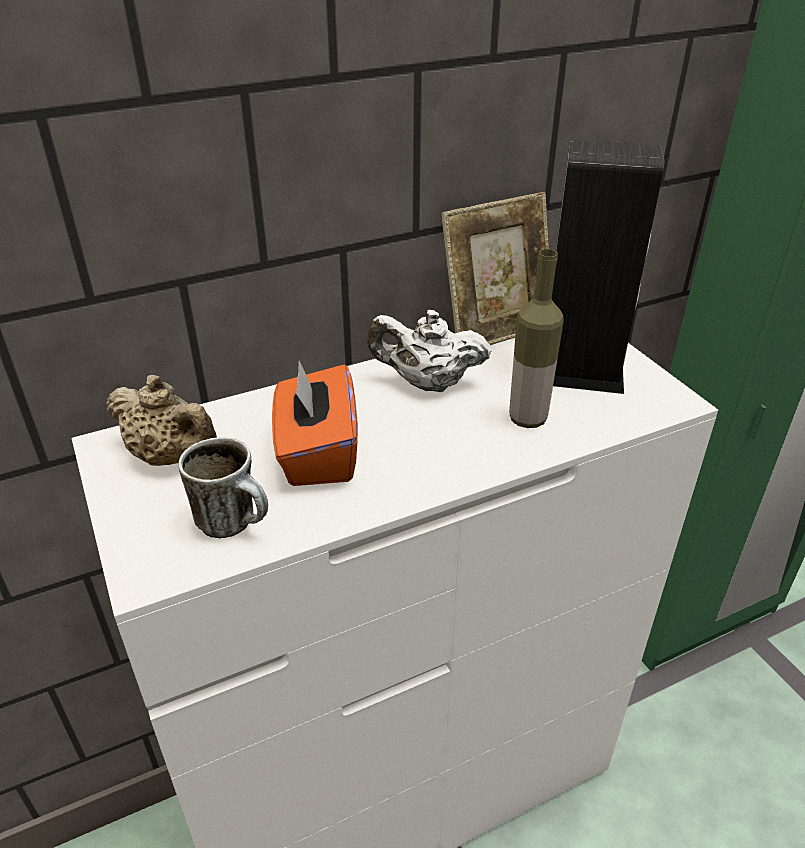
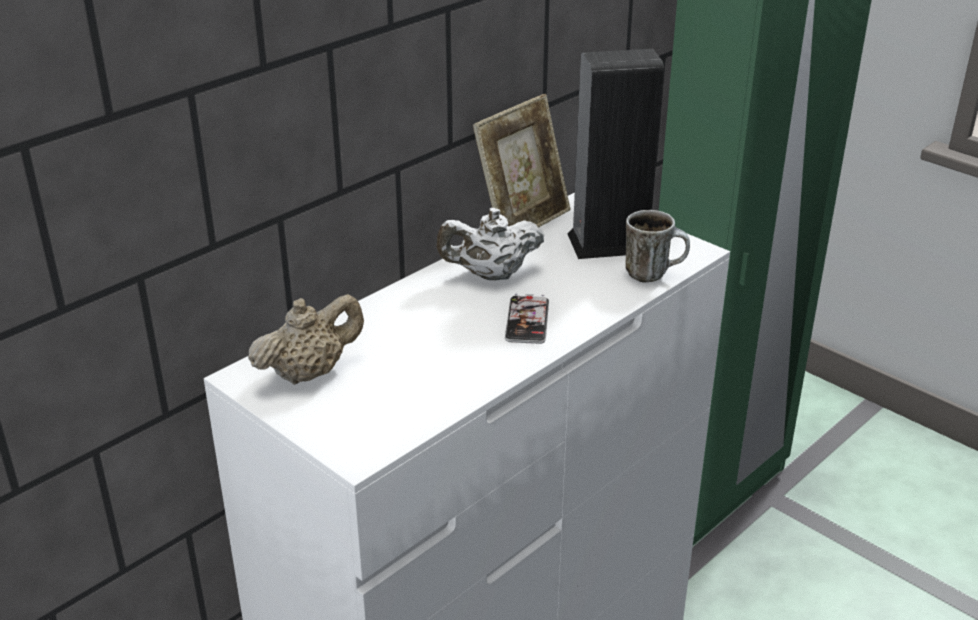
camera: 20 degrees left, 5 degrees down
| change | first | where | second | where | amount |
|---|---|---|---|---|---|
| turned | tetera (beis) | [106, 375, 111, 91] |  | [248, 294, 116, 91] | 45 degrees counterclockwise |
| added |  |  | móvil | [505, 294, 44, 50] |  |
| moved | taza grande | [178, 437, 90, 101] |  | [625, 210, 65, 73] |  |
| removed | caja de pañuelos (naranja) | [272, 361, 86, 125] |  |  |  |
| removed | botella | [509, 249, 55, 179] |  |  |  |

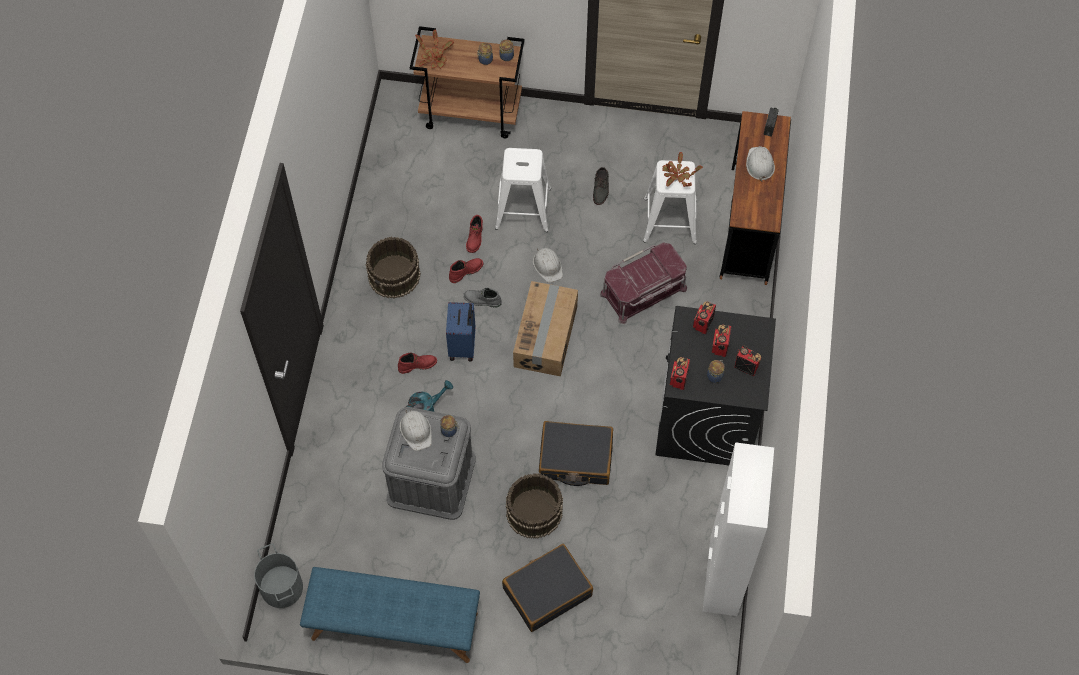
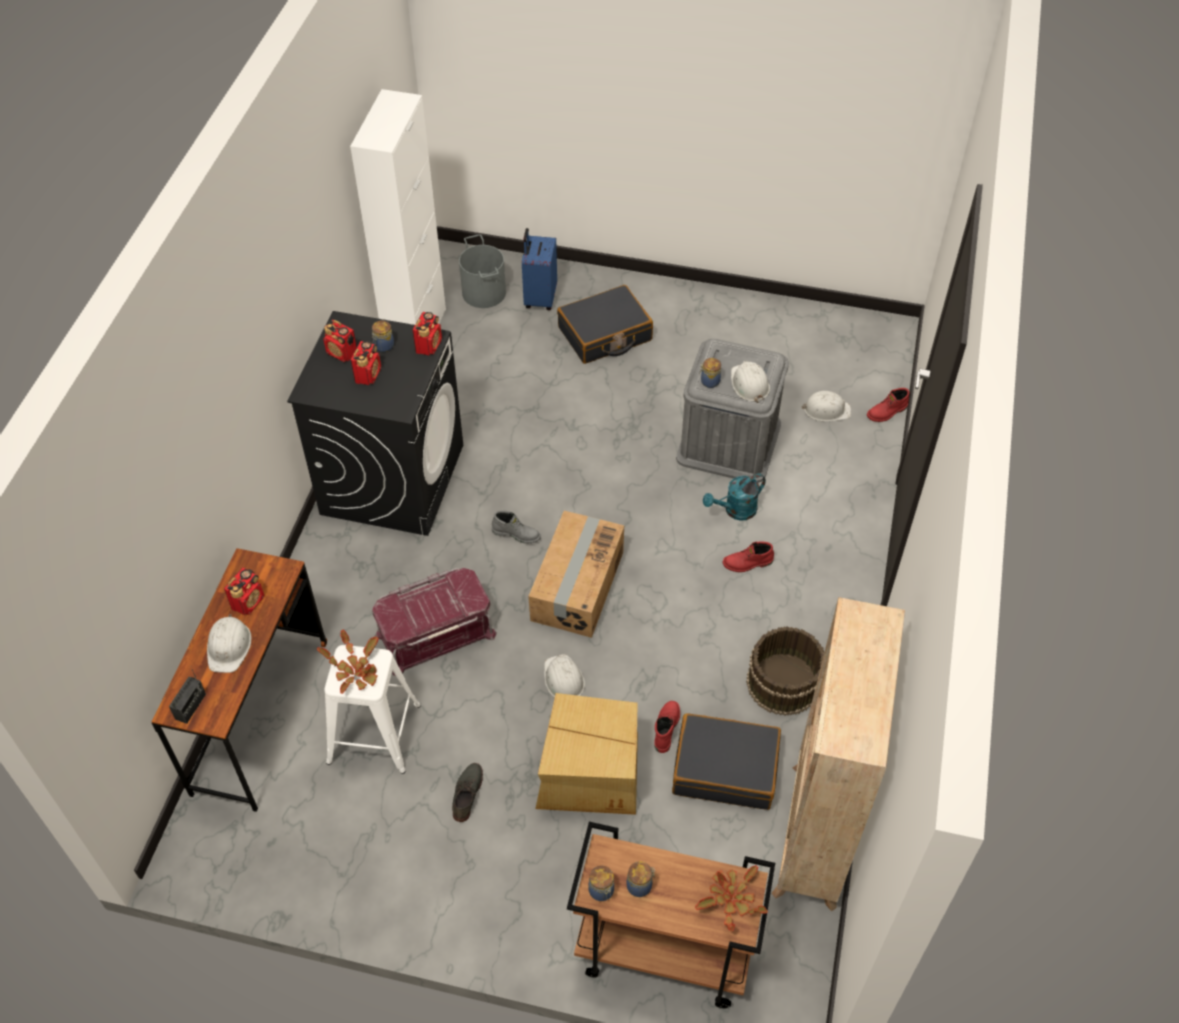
camera: 175 degrees left, 10 degrees down
| change | first | where | second | where | amount |
|---|---|---|---|---|---|
| moved | radio | [693, 302, 23, 32] |  | [224, 568, 40, 47] |  |
| moved | cubo (gris) | [254, 543, 49, 65] |  | [459, 234, 47, 74] |  |
| moved | bota (gris) | [463, 287, 39, 21] |  | [492, 510, 49, 34] |  |
| moved | maleta (azul) | [446, 302, 30, 59] |  | [522, 228, 35, 82] |  |
| replaced | taburete (blanco) | [495, 148, 56, 84] | caja de cartón | [535, 693, 103, 122] |  |
| moved | maleta (negro) | [539, 421, 74, 65] |  | [672, 713, 109, 97] |  |
| added |  |  | estantería (beis) | [772, 597, 133, 314] |  |
| added |  |  | casco (blanco) | [802, 391, 49, 31] |  |
| moved | bota (rojo) | [449, 258, 34, 25] |  | [867, 388, 42, 34] |  |
| removed | banco (azul) | [300, 567, 180, 96] |  |  |  |
| removed | cubo (marrón) | [506, 474, 57, 64] |  |  |  |

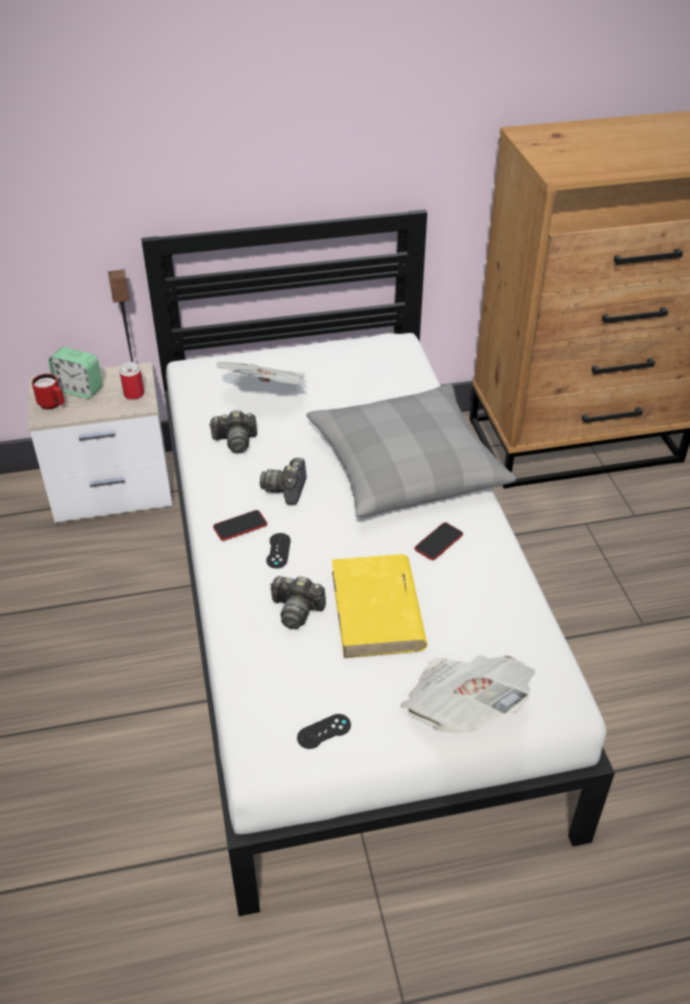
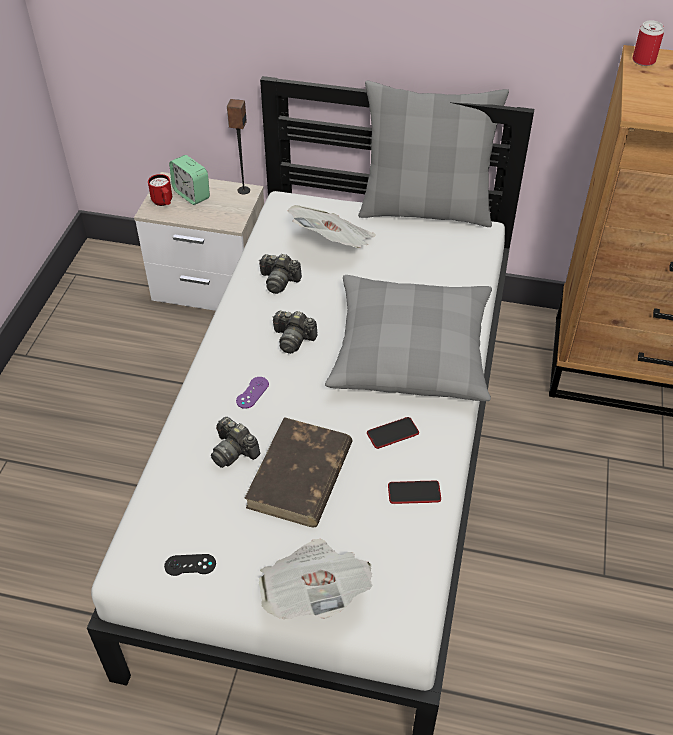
camera: 25 degrees right, 5 degrees up
| change | first | where | second | where | amount |
|---|---|---|---|---|---|
| recoloured | mando de consola (negro) | [266, 533, 25, 35] | mando de consola (morado) | [236, 377, 33, 32] |  |
| recoloured | libro (amarillo) | [332, 554, 95, 104] | libro (marrón) | [244, 417, 109, 110] |  |
| turned | cámara | [260, 458, 47, 47] |  | [273, 311, 45, 43] | 105 degrees counterclockwise |
| added |  |  | cojín (gris) | [358, 80, 151, 147] |  |
| moved | móvil | [213, 510, 54, 31] |  | [388, 481, 53, 23] |  |
| moved | lata | [119, 362, 25, 38] |  | [632, 21, 32, 45] |  |

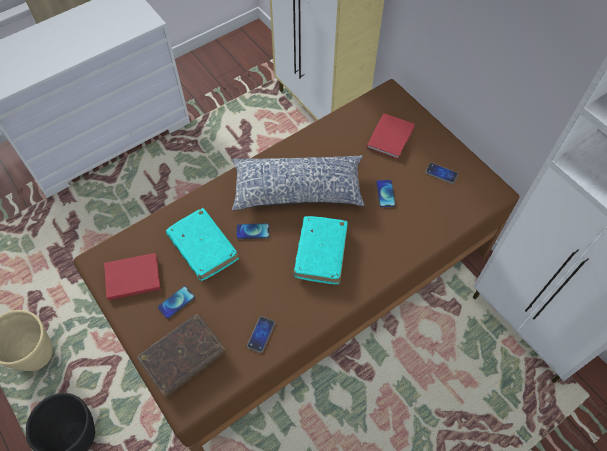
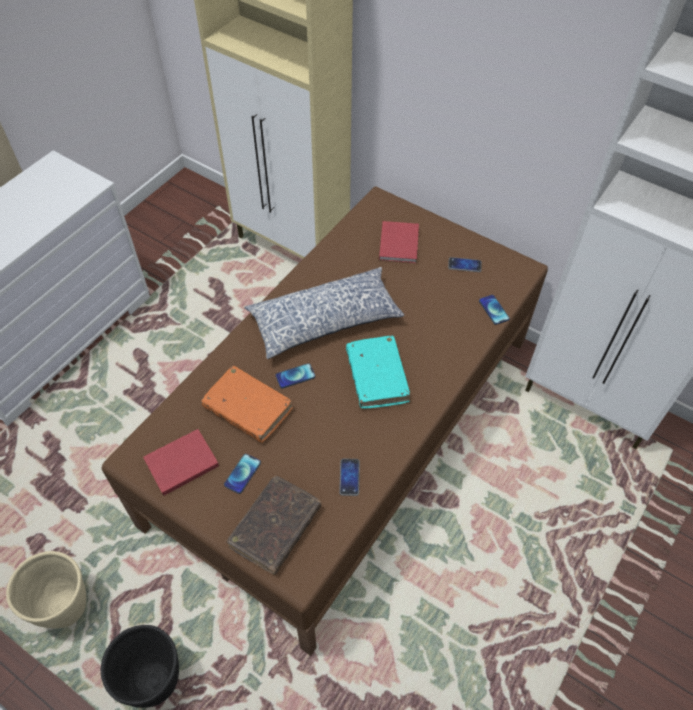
camera: 20 degrees left, 5 degrees down
| change | first | where | second | where | amount |
|---|---|---|---|---|---|
| recoloured | libro (turquesa) | [166, 208, 73, 73] | libro (naranja) | [201, 366, 92, 77] |  |
| moved | móvil | [376, 180, 19, 27] |  | [479, 295, 31, 30] |  |

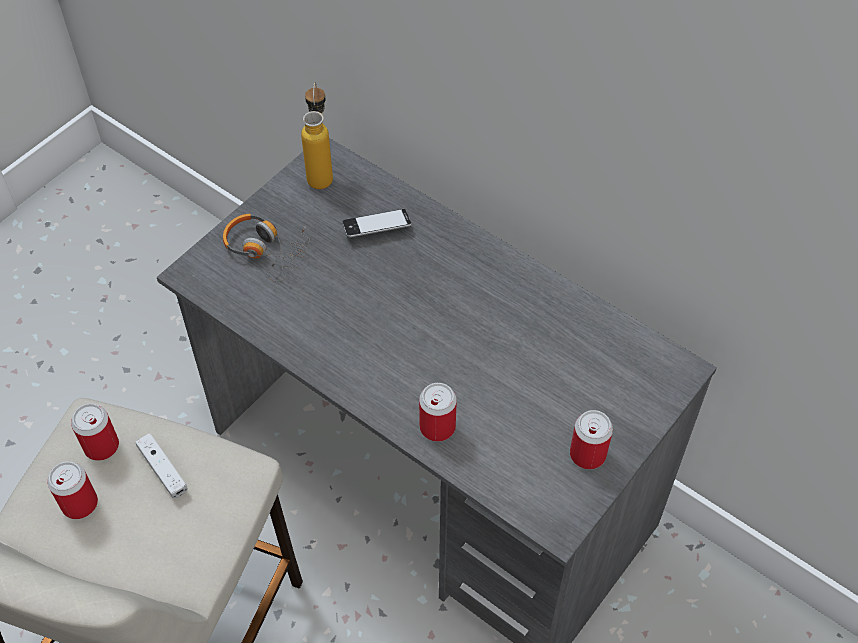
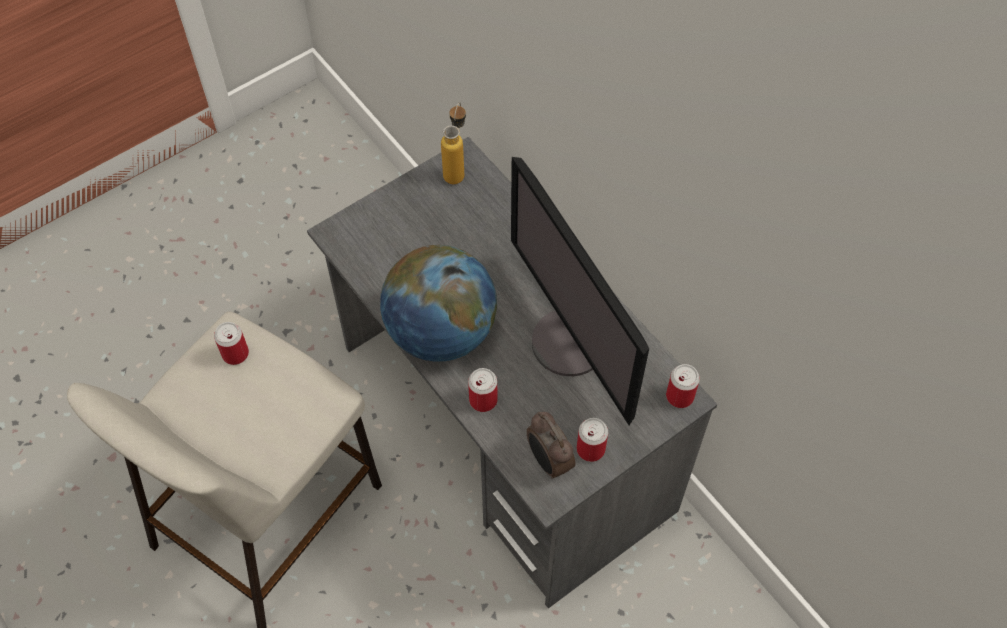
camera: 15 degrees right, 5 degrees up
| change | first | where | second | where | amount |
|---|---|---|---|---|---|
| added |  |  | globo terráqueo | [380, 245, 117, 117] |  |
| added |  |  | monitor | [511, 157, 138, 268] |  |
| added |  |  | despertador | [527, 412, 49, 67] |  |
| moved | lata | [47, 461, 51, 58] |  | [666, 364, 34, 44] |  |
| removed | mando de consola (blanco) | [135, 433, 53, 65] |  |  |  |
| removed | auriculares | [223, 214, 87, 68] |  |  |  |
| removed | móvil | [342, 209, 70, 29] |  |  |  |

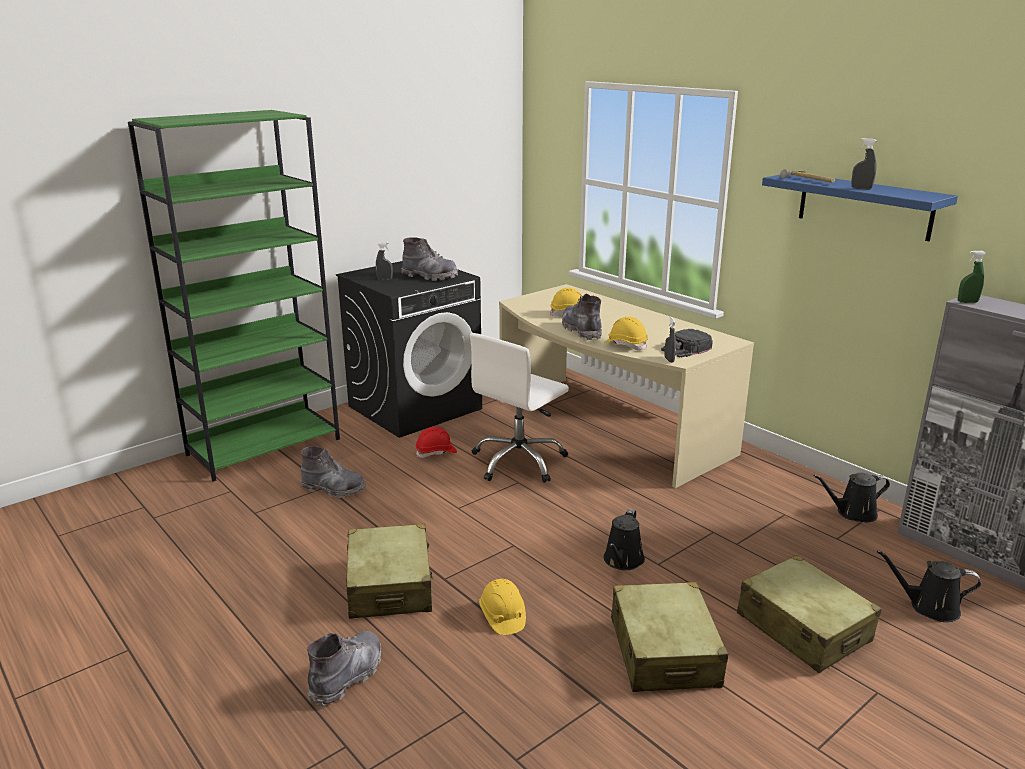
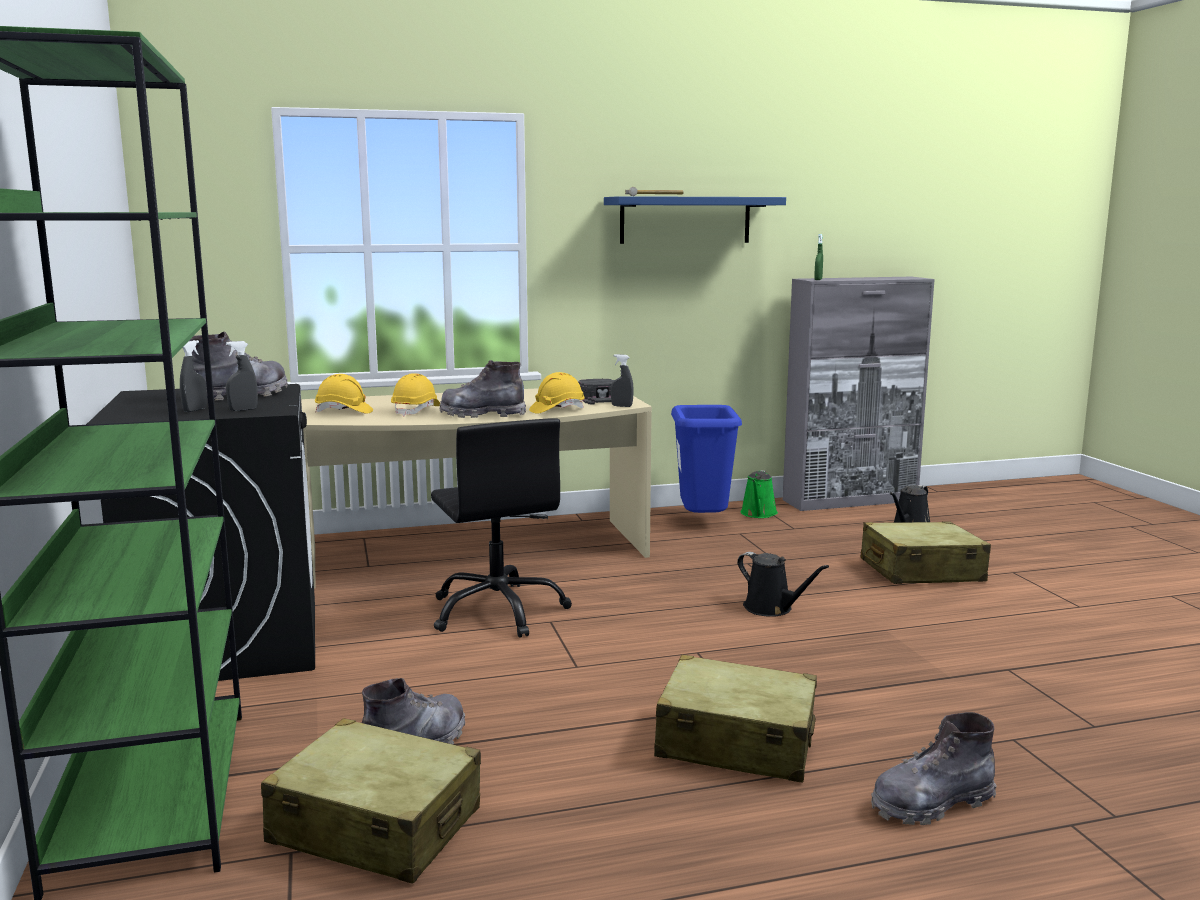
camera: 65 degrees left, 10 degrees down
| change | first | where | second | where | amount |
|---|---|---|---|---|---|
| moved | pulverizador (gris) | [852, 138, 25, 52] |  | [226, 341, 32, 70] |  |
| moved | maleta (beis) | [611, 582, 117, 110] |  | [261, 718, 220, 166] |  |
| moved | casco (amarillo) | [479, 579, 47, 56] |  | [315, 374, 58, 40] |  |
| recoloured | silla de oficina (blanco) | [470, 333, 99, 150] | silla de oficina (negro) | [431, 418, 141, 220] |  |
| added |  |  | papelera (azul) | [671, 405, 71, 108] |  |
| recoloured | regadera (negro) | [814, 473, 76, 49] | regadera (verde) | [741, 470, 37, 48] |  |
| turned | bota (gris) | [307, 631, 75, 76] |  | [871, 712, 126, 113] | 75 degrees counterclockwise |
| removed | casco (rojo) | [416, 427, 41, 31] |  |  |  |

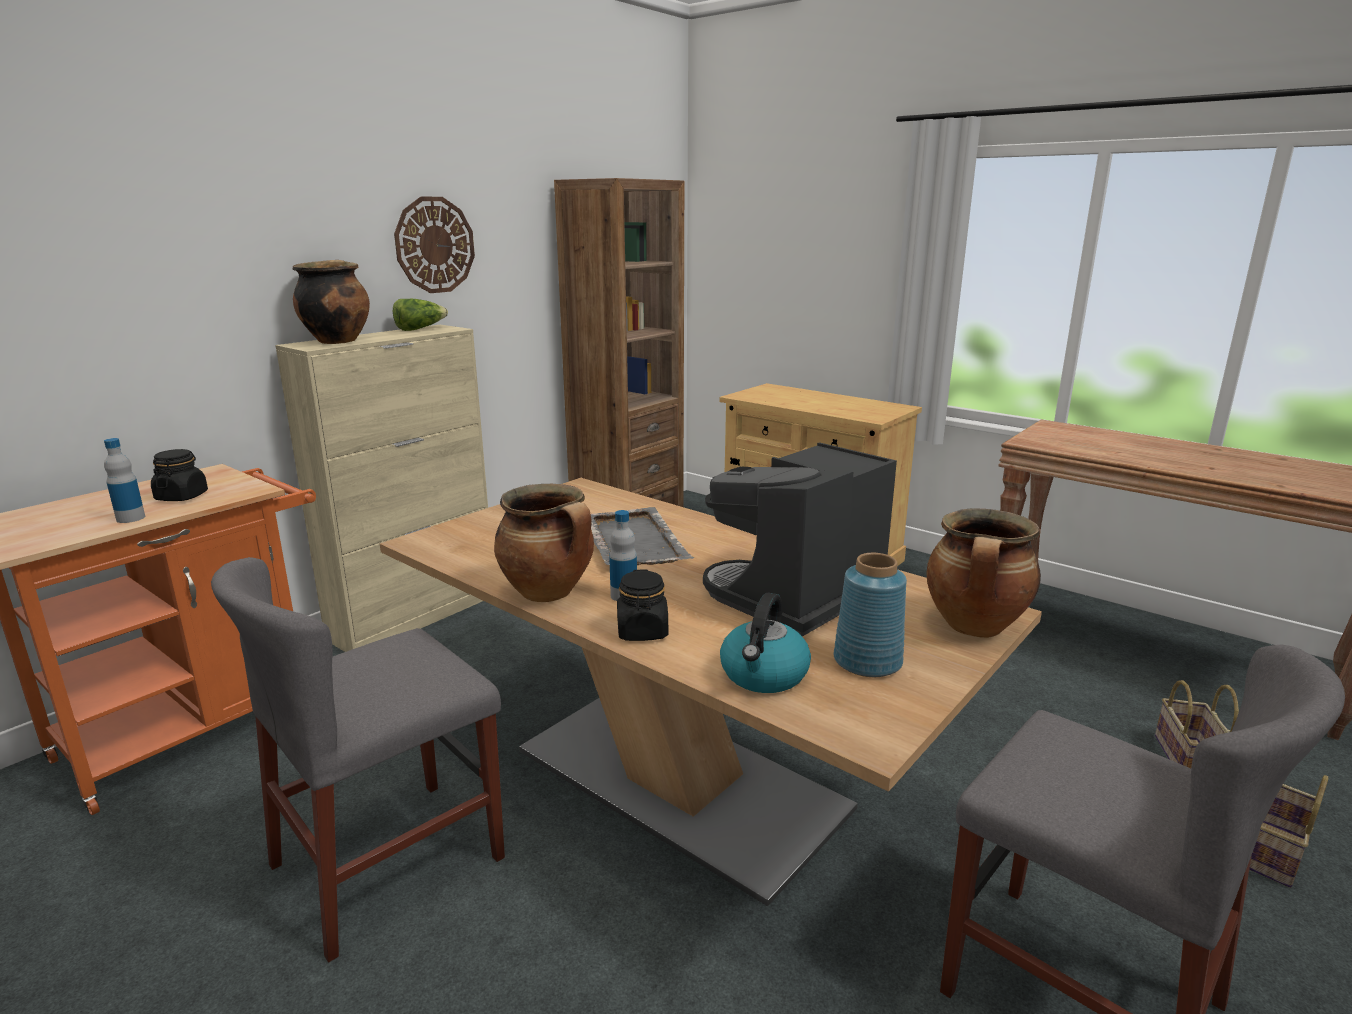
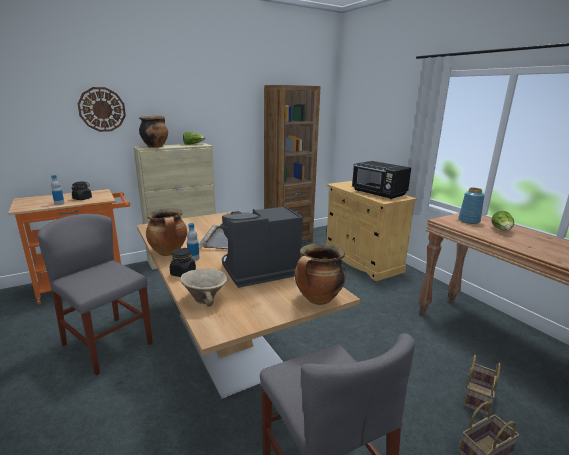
camera: 20 degrees right, 0 degrees up
| change | first | where | second | where | amount |
|---|---|---|---|---|---|
| turned | silla (gris) | [211, 557, 294, 405] |  | [37, 214, 116, 162] | 60 degrees clockwise |
| moved | reloj de pared | [394, 197, 81, 96] |  | [78, 87, 48, 45] |  |
| replaced | hervidor | [720, 593, 91, 100] | cuenco (beis) | [180, 269, 47, 38] |  |
| added |  |  | microondas (negro) | [352, 161, 59, 38] |  |
| moved | florero (azul) | [834, 553, 73, 124] |  | [458, 188, 27, 36] |  |
| added |  |  | lechuga | [491, 211, 23, 19] |  |

